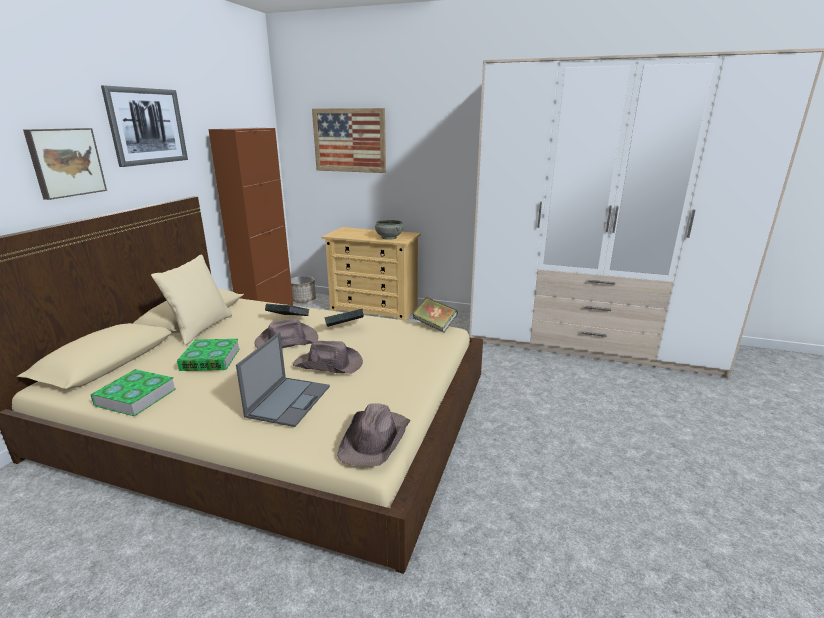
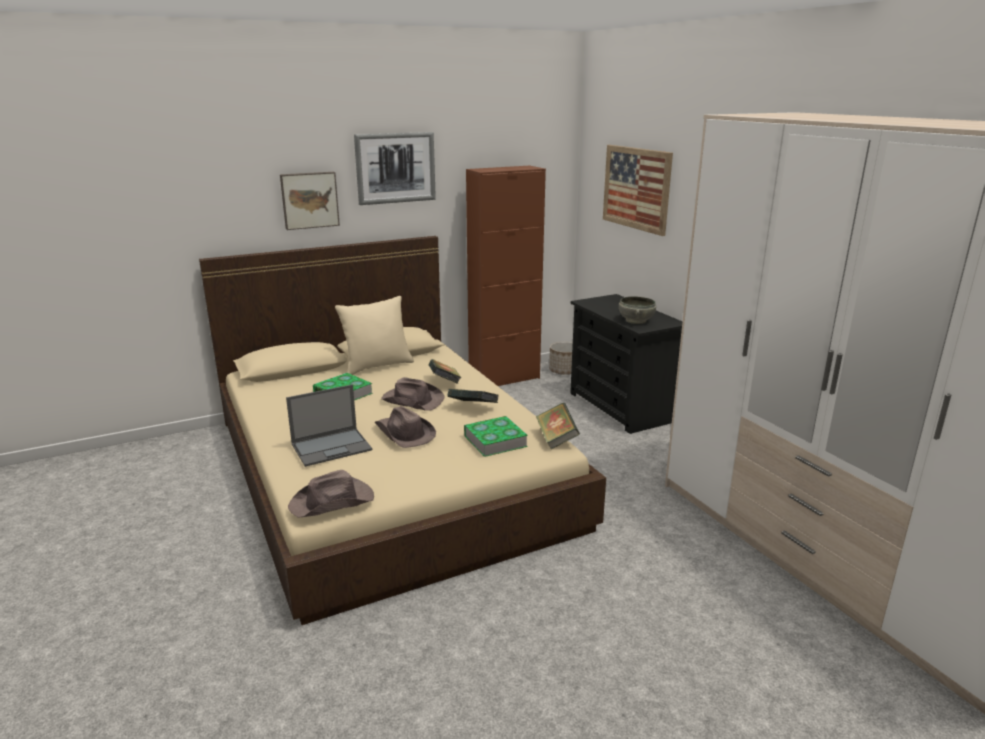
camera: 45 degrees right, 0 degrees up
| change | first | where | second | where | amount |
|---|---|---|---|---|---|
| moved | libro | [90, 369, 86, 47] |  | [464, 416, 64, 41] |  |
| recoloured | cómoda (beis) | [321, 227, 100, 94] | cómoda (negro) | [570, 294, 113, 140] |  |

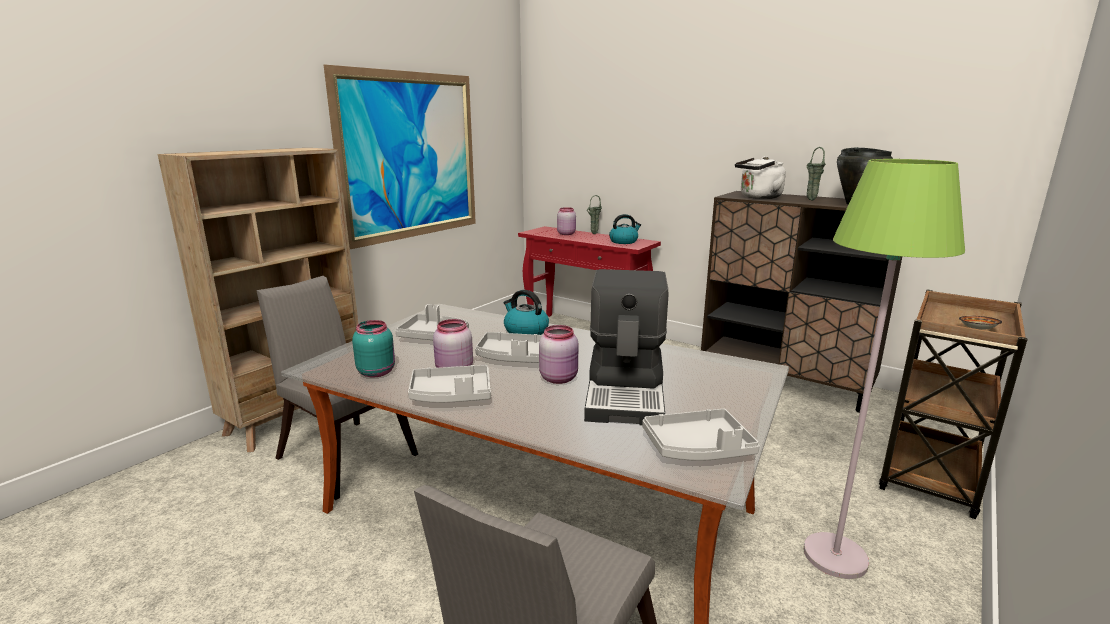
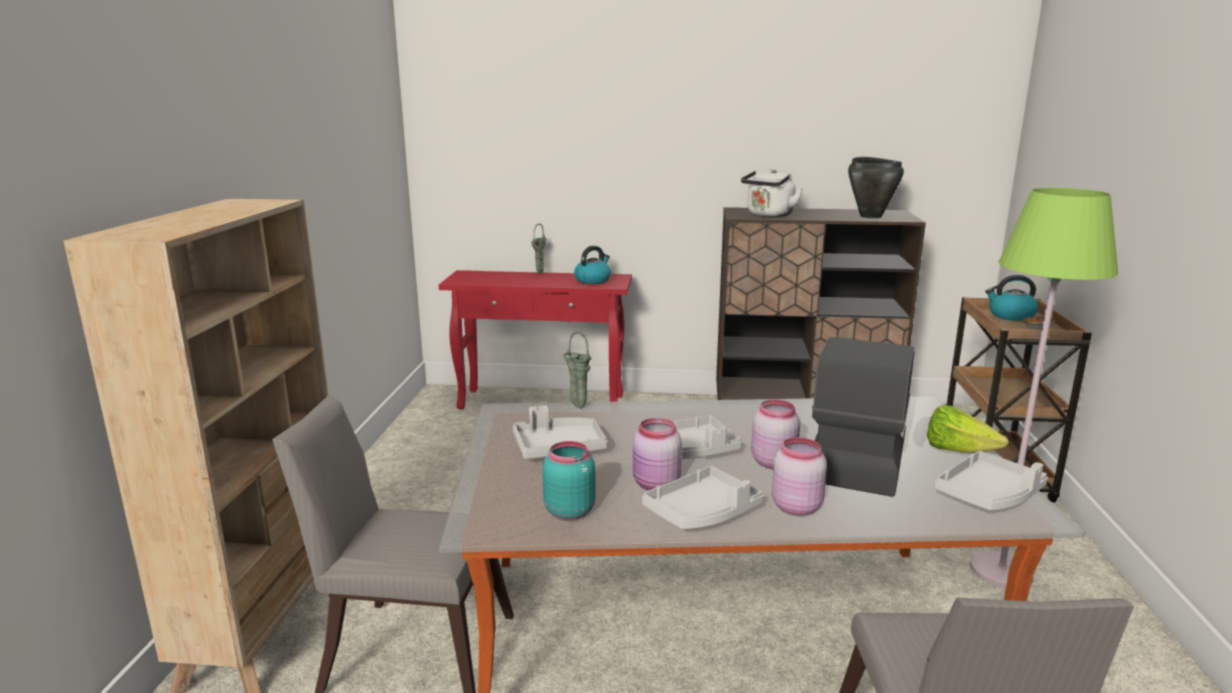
camera: 30 degrees left, 0 degrees up
| change | first | where | second | where | amount |
|---|---|---|---|---|---|
| moved | florero (verde) | [807, 147, 19, 53] |  | [564, 332, 27, 76] |  |
| moved | tarro (rosa) | [557, 207, 19, 28] |  | [772, 437, 55, 78] |  |
| turned | cafetera | [584, 269, 85, 156] |  | [812, 337, 103, 160] | 135 degrees counterclockwise |
| added |  |  | lechuga | [927, 405, 82, 48] |  |
| moved | hervidor | [503, 290, 46, 45] |  | [985, 275, 53, 46] |  |
| removed | cuadro | [324, 64, 152, 185] |  |  |  |

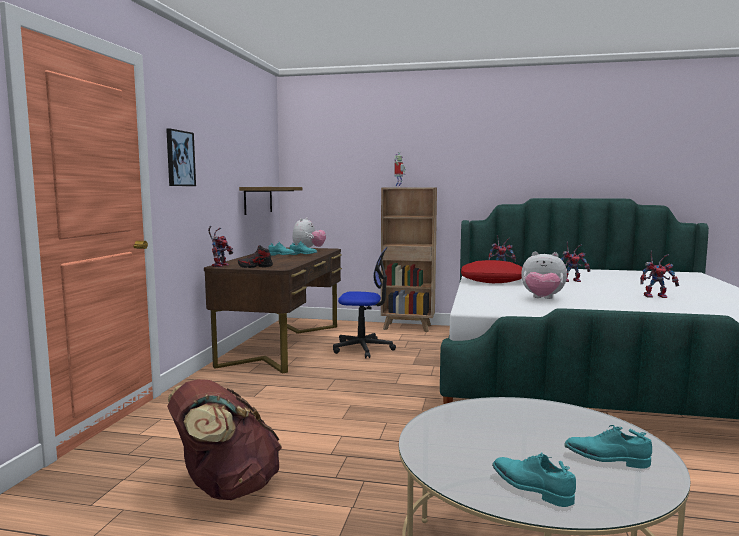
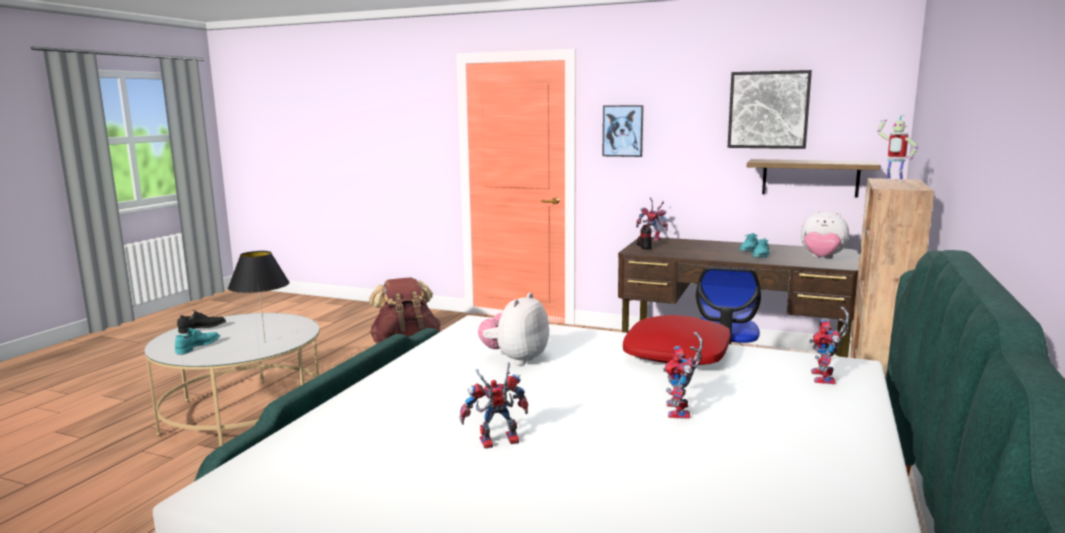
camera: 100 degrees right, 5 degrees up
| change | first | where | second | where | amount |
|---|---|---|---|---|---|
| recoloured | zapato (turquesa) | [492, 452, 84, 55] | zapato (negro) | [177, 310, 49, 24] |  |
| added |  |  | lámpara de mesa (negro) | [228, 251, 62, 90] |  |
| turned | robot de juguete | [640, 250, 39, 48] |  | [459, 362, 69, 86] | 60 degrees clockwise |
| added |  |  | cuadro | [727, 70, 85, 79] |  |

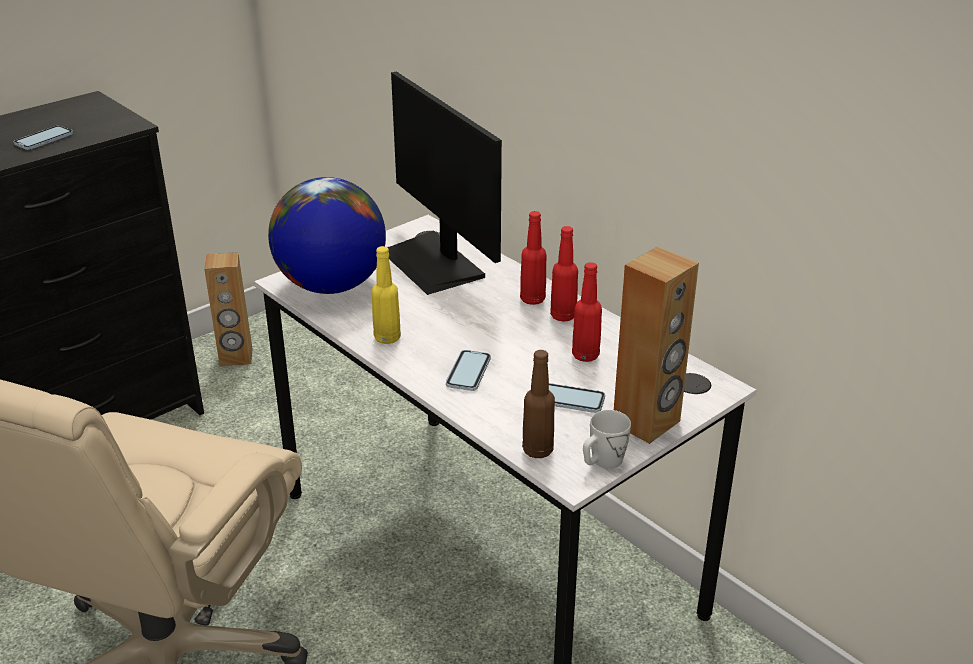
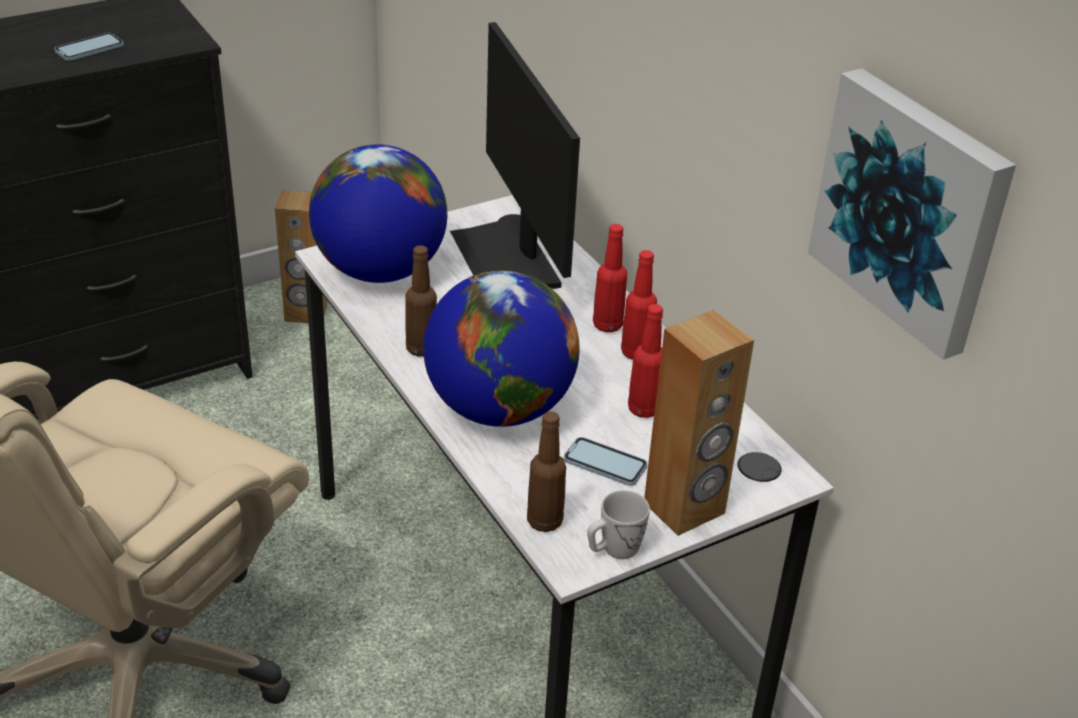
camera: 10 degrees right, 5 degrees up
| change | first | where | second | where | amount |
|---|---|---|---|---|---|
| recoloured | botella (amarillo) | [371, 246, 30, 98] | botella (marrón) | [405, 245, 32, 111] |  |
| replaced | móvil | [446, 350, 45, 41] | globo terráqueo | [423, 270, 157, 157] |  |
| added |  |  | cuadro | [808, 68, 208, 292] |  |

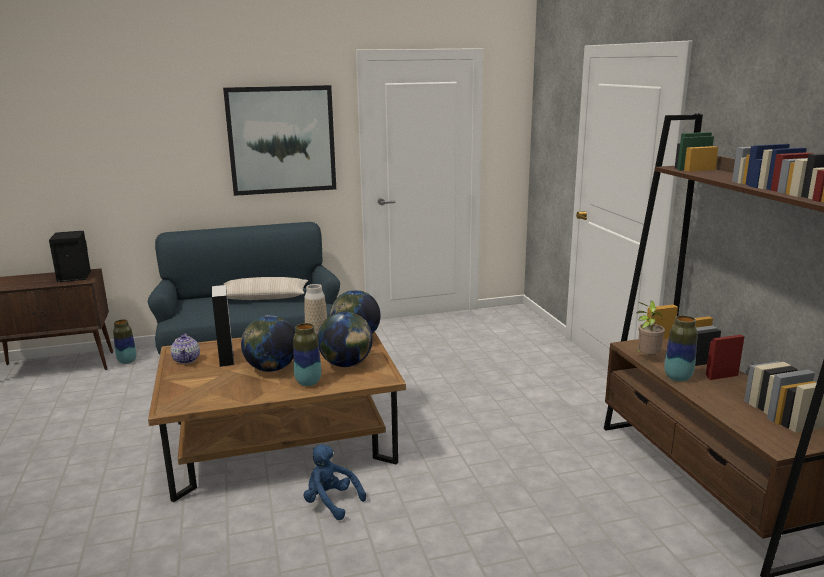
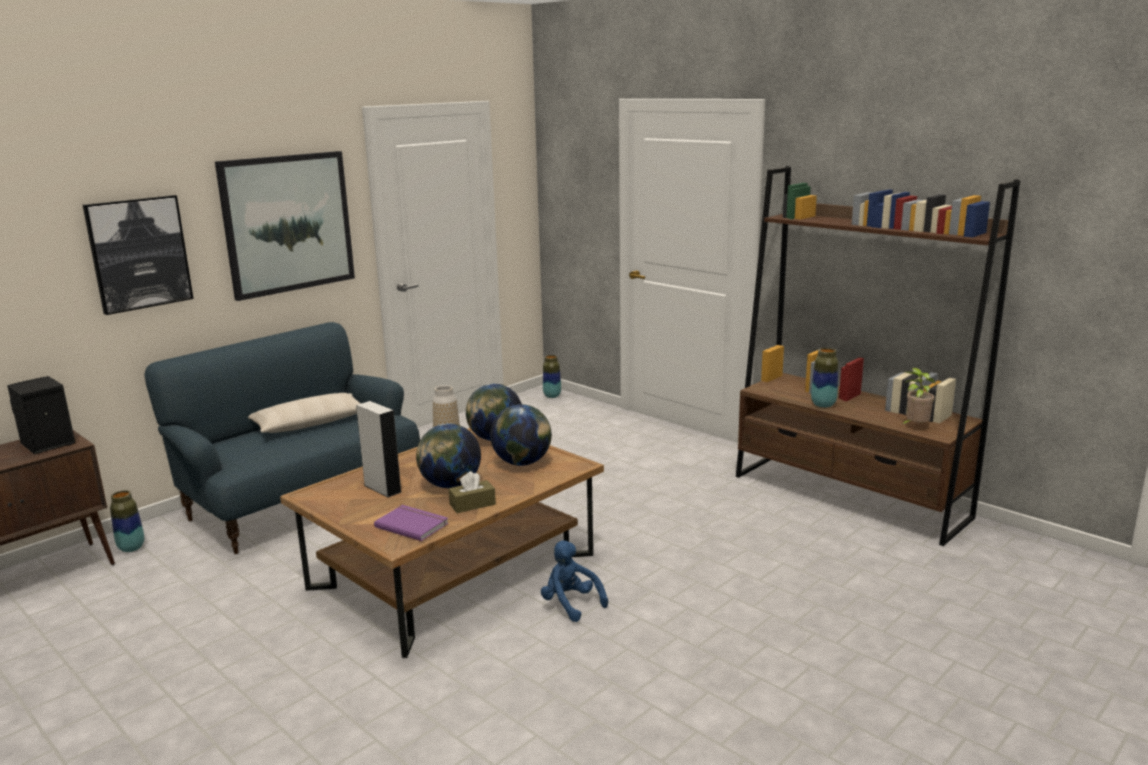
camera: 30 degrees left, 0 degrees up
| change | first | where | second | where | amount |
|---|---|---|---|---|---|
| added |  |  | cuadro | [83, 195, 110, 120] |  |
| added |  |  | libro (morado) | [374, 505, 75, 36] |  |
| added |  |  | caja de pañuelos (marrón) | [449, 471, 47, 42] |  |
| turned | peluche (azul) | [304, 445, 62, 75] |  | [541, 540, 67, 82] | 45 degrees clockwise |
| moved | florero | [293, 323, 28, 63] |  | [543, 355, 18, 43] |  |
| moved | planta en maceta | [635, 301, 30, 53] |  | [901, 368, 34, 57] |  |
| removed | tetera | [171, 334, 29, 30] |  |  |  |

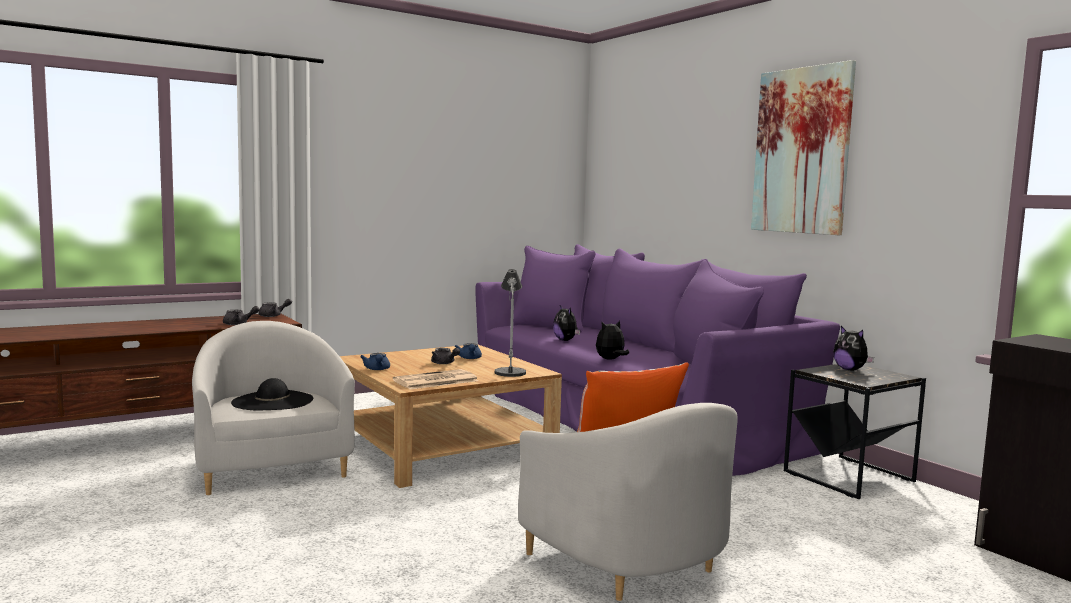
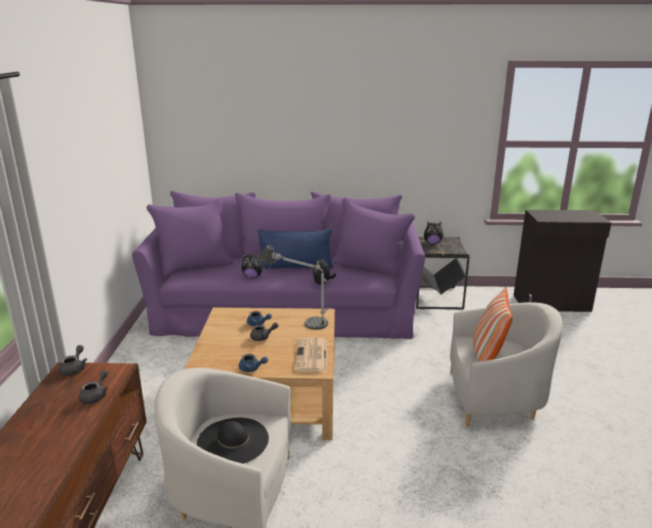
camera: 55 degrees left, 15 degrees up
| change | first | where | second | where | amount |
|---|---|---|---|---|---|
| added |  |  | cojín (azul) | [258, 229, 75, 40] |  |
| removed | cuadro | [751, 60, 105, 175] |  |  |  |

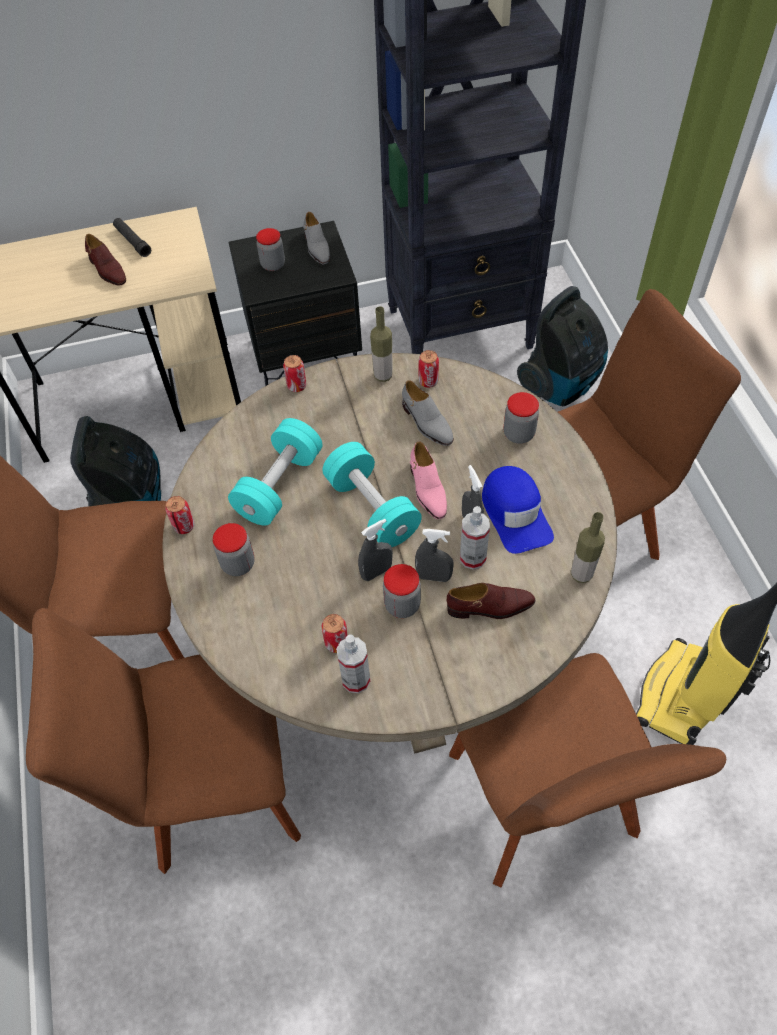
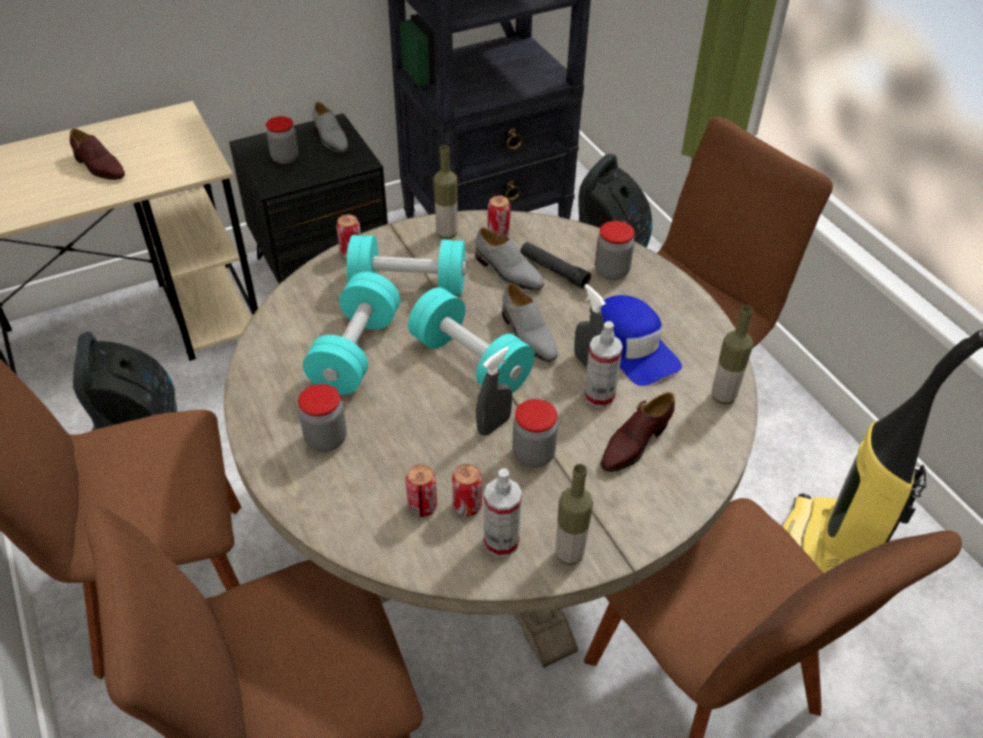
camera: 15 degrees left, 10 degrees down
| change | first | where | second | where | amount |
|---|---|---|---|---|---|
| added |  |  | mancuerna (turquesa) | [347, 235, 119, 60] |  |
| moved | lata | [165, 496, 30, 38] |  | [406, 464, 31, 53] |  |
| recoloured | zapato (rosa) | [410, 442, 37, 77] | zapato (gris) | [502, 283, 56, 79] |  |
| moved | linterna (negro) | [113, 218, 38, 39] |  | [520, 242, 71, 47] |  |
| added |  |  | botella | [555, 464, 38, 101] |  |
| turned | zapato (marrón) | [447, 583, 89, 36] |  | [601, 392, 74, 80] | 150 degrees clockwise |
| removed | pulverizador (gris) | [415, 529, 39, 53] |  |  |  |

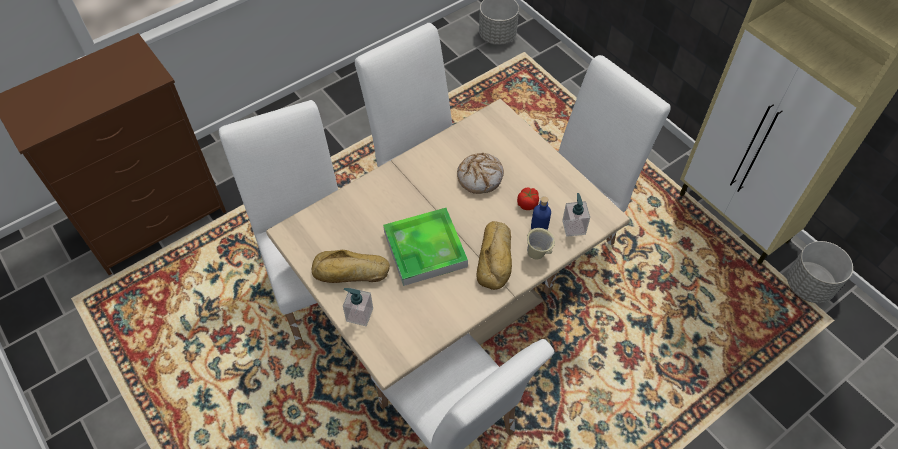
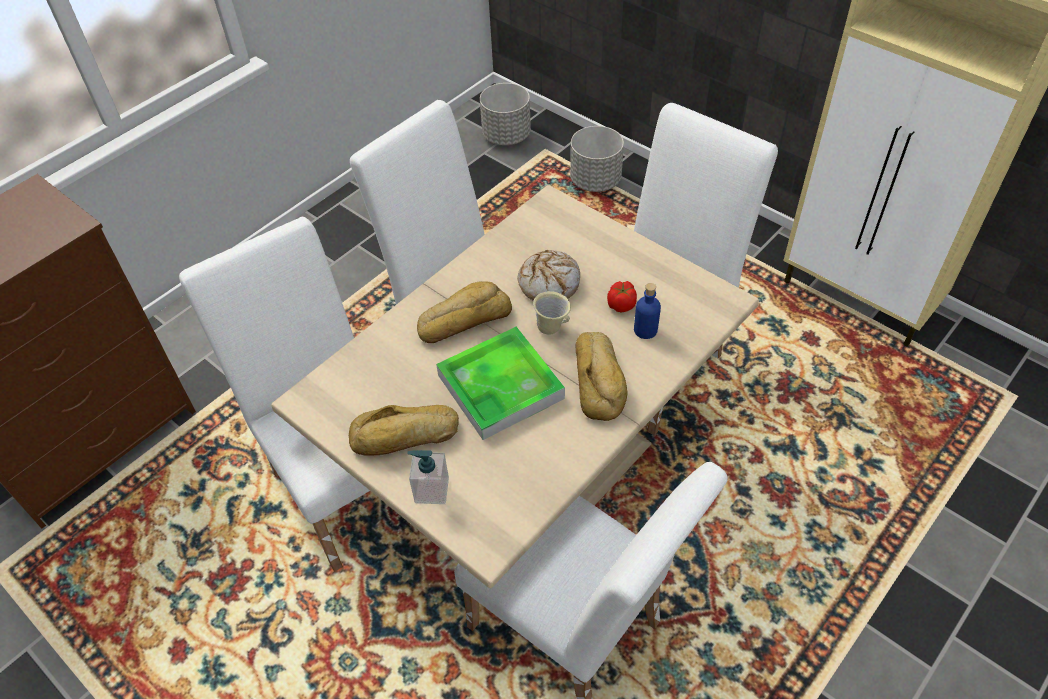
camera: 10 degrees left, 5 degrees down
| change | first | where | second | where | amount |
|---|---|---|---|---|---|
| added |  |  | pan | [417, 281, 95, 62] |  |
| moved | taza grande (beis) | [527, 228, 28, 31] |  | [533, 291, 38, 44] |  |
| moved | maceta (gris) | [787, 241, 66, 62] |  | [570, 126, 54, 66] |  |
| removed | dispensador de jabón | [562, 193, 28, 44] |  |  |  |

